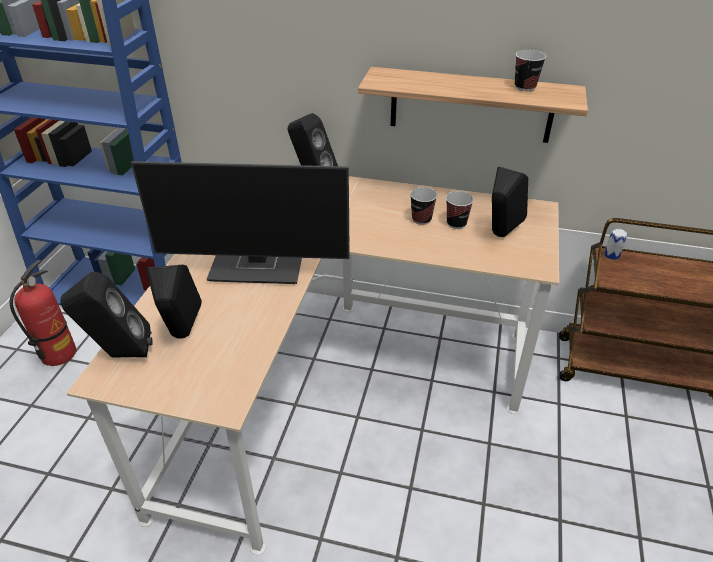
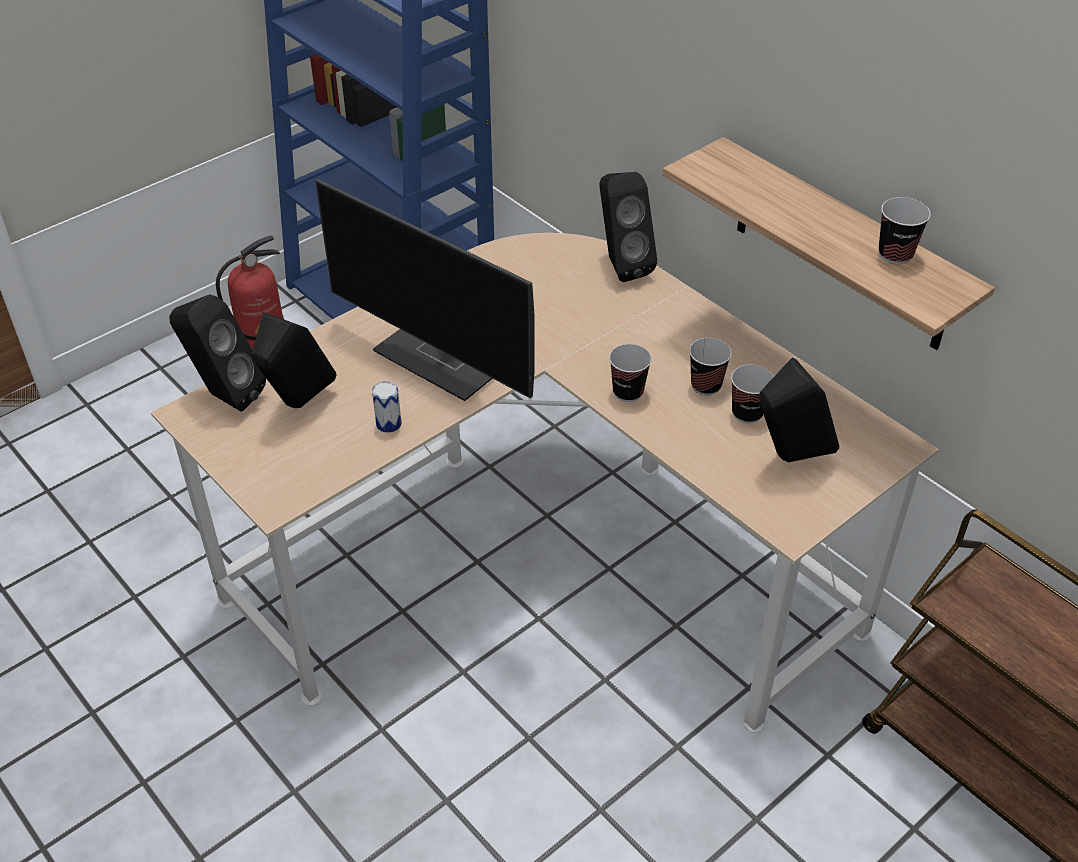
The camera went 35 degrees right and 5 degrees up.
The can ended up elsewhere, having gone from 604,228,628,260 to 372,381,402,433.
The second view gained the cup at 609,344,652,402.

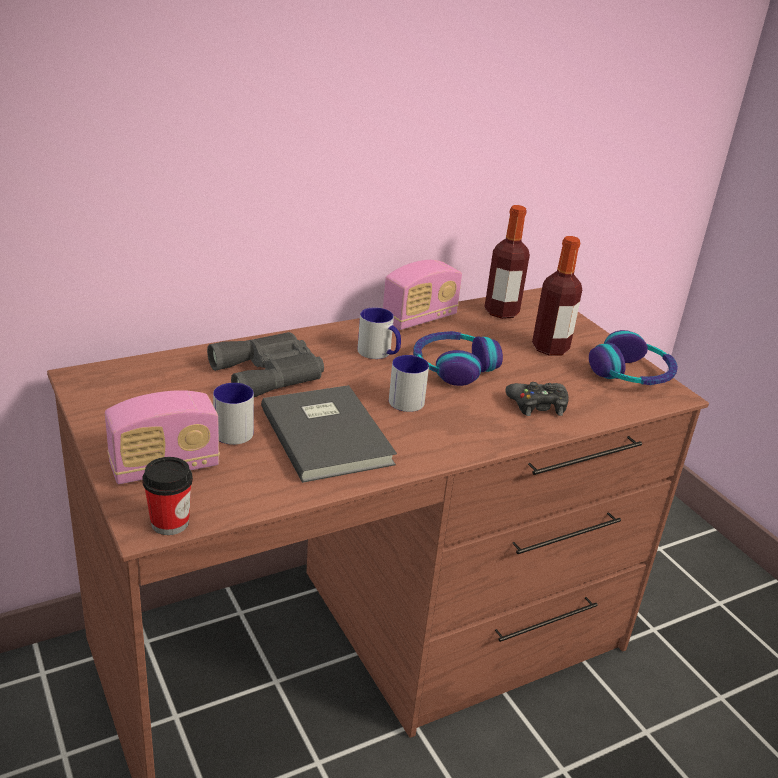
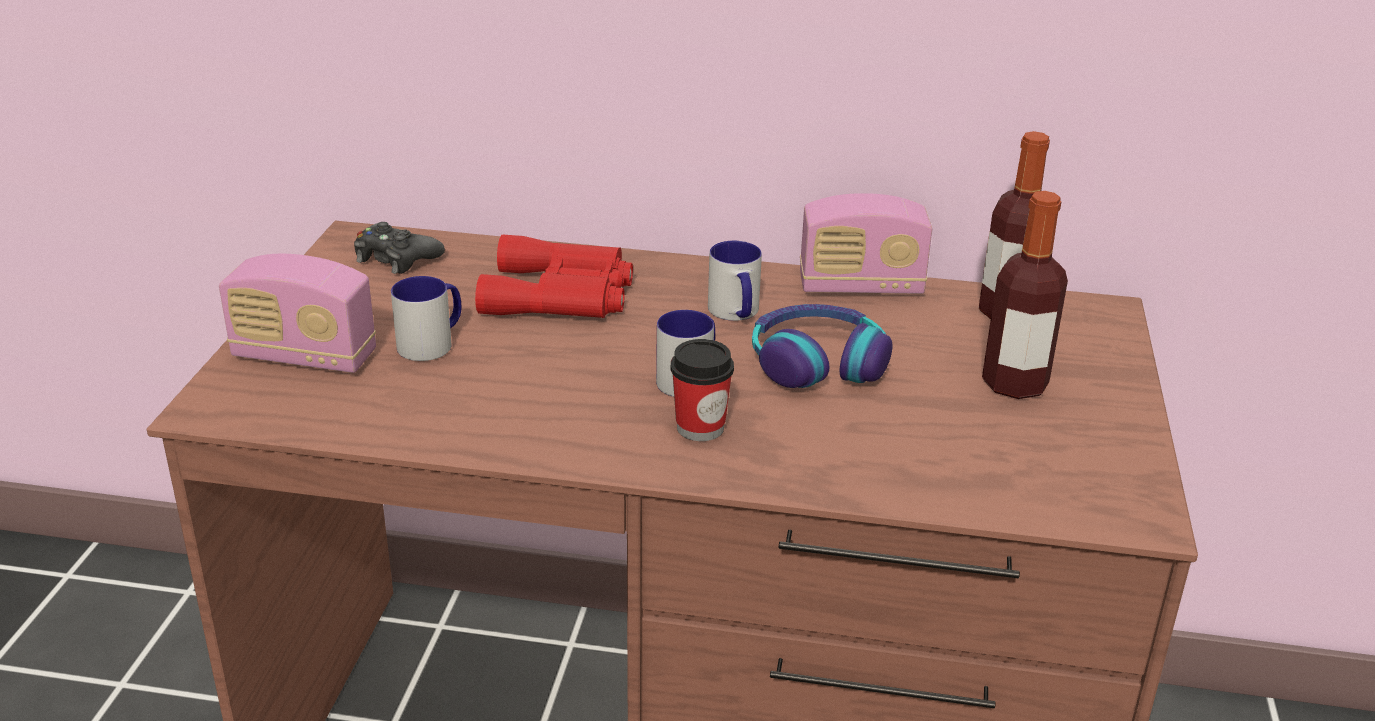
The camera went 40 degrees right and 0 degrees up.
The game controller/black ended up elsewhere, having gone from 505,382,569,416 to 354,222,445,274.
What was the binoculars/grey at 207,332,324,397 turned into the binoculars/red at 475,235,633,318.
The cup ended up elsewhere, having gone from 142,457,193,535 to 671,339,734,441.
The second view lost the book/grey at 261,385,397,483.
The second view lost the headphones at 589,330,678,385.

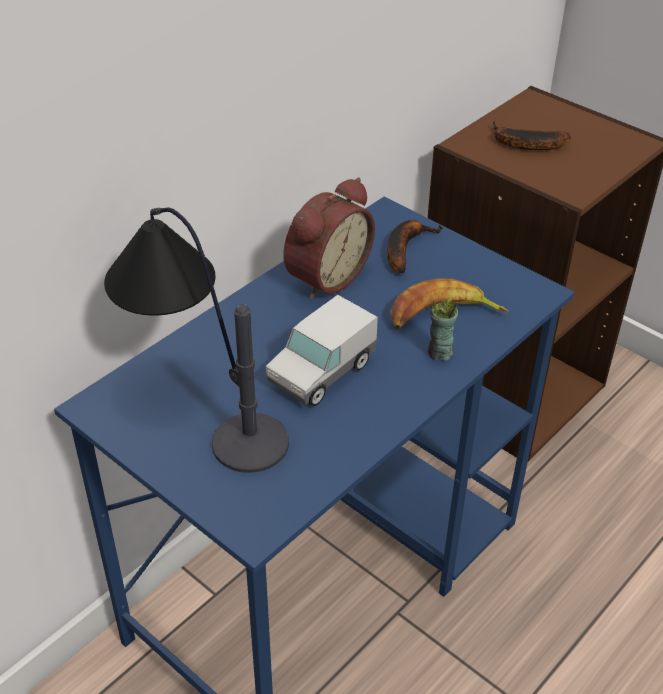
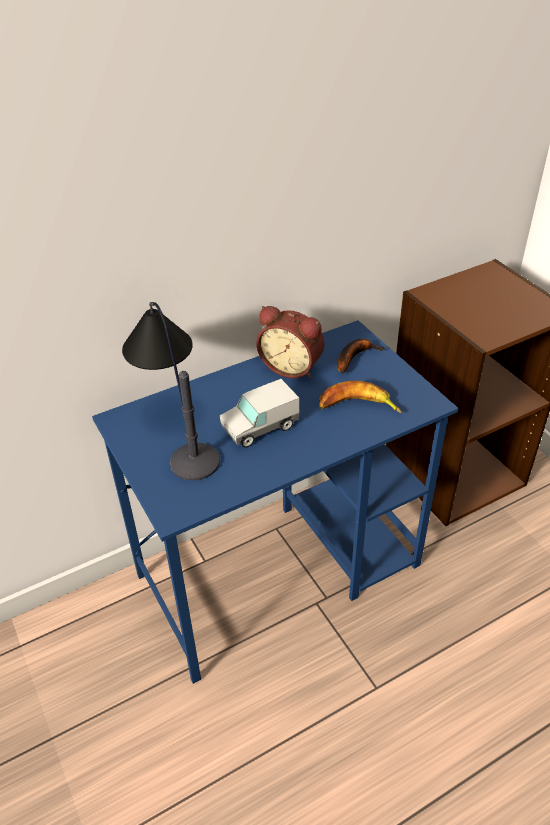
The camera went 20 degrees right and 0 degrees up.
The alarm clock at 283,177,375,300 ended up facing another way, 60 degrees clockwise from before.
The second view lost the cup at 428,298,458,361.
The second view lost the banana at 493,121,571,150.

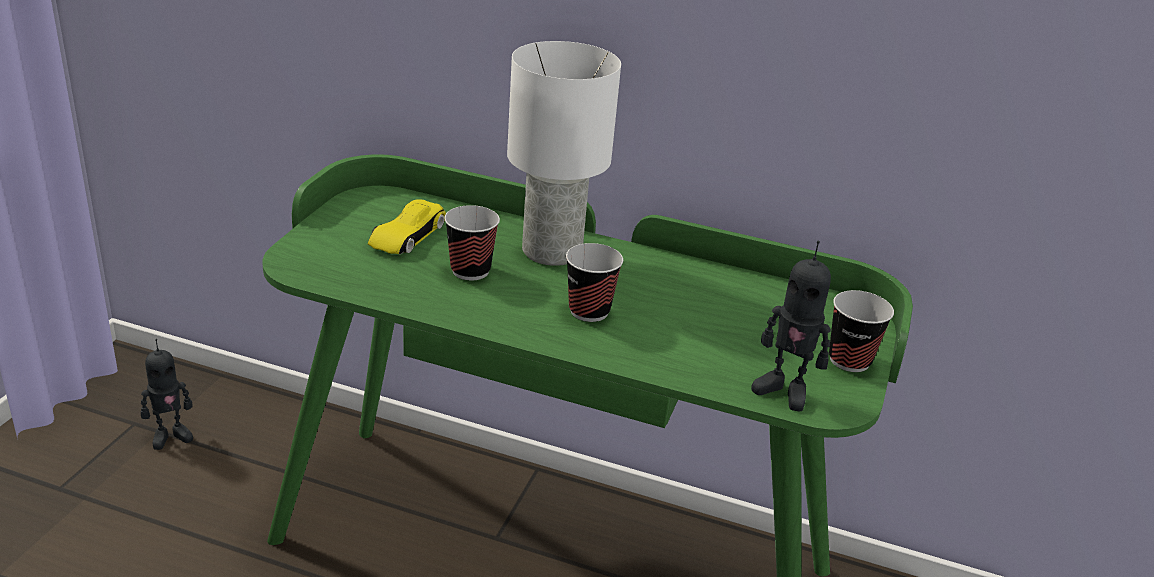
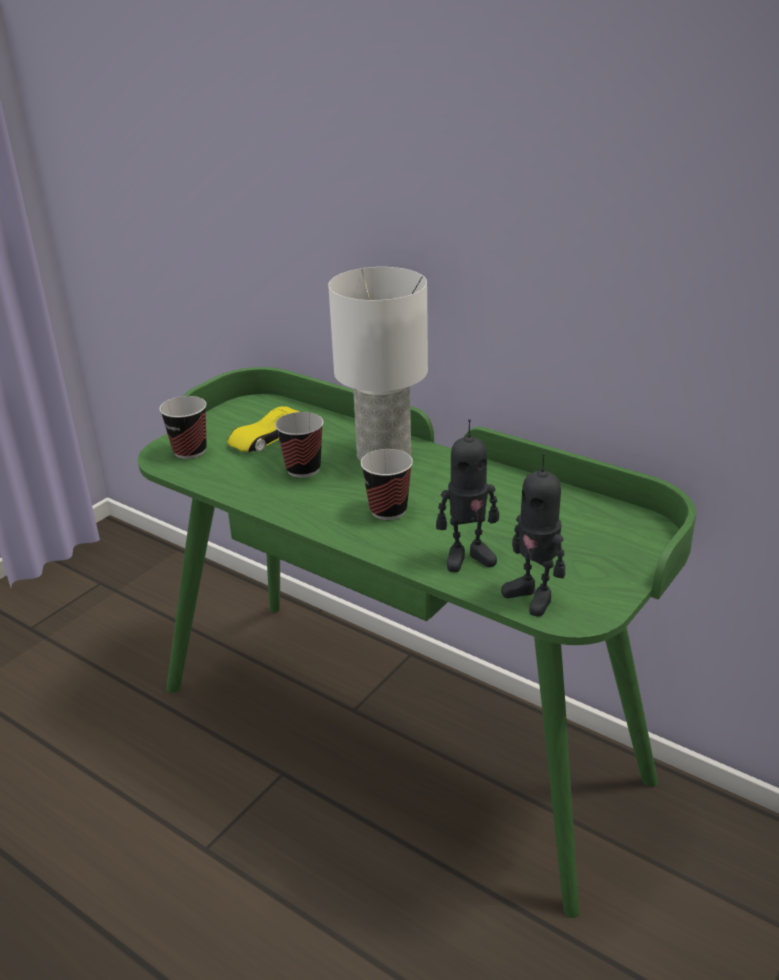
The camera went 20 degrees right and 0 degrees up.
The cup ended up elsewhere, having gone from 829,290,894,372 to 159,396,207,459.
The toy robot ended up elsewhere, having gone from 141,339,193,450 to 436,419,499,572.

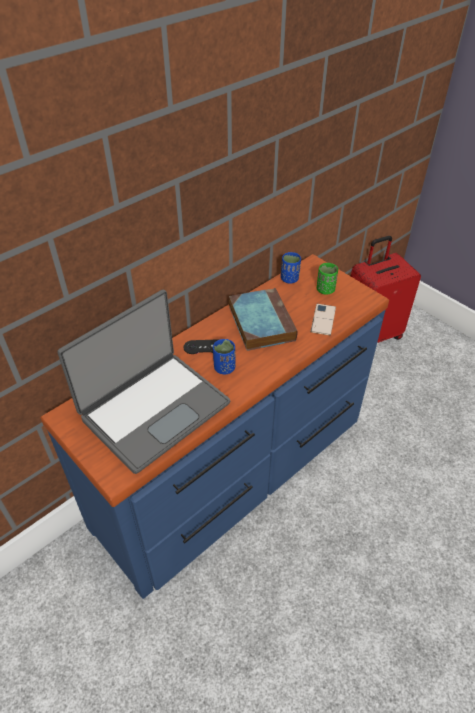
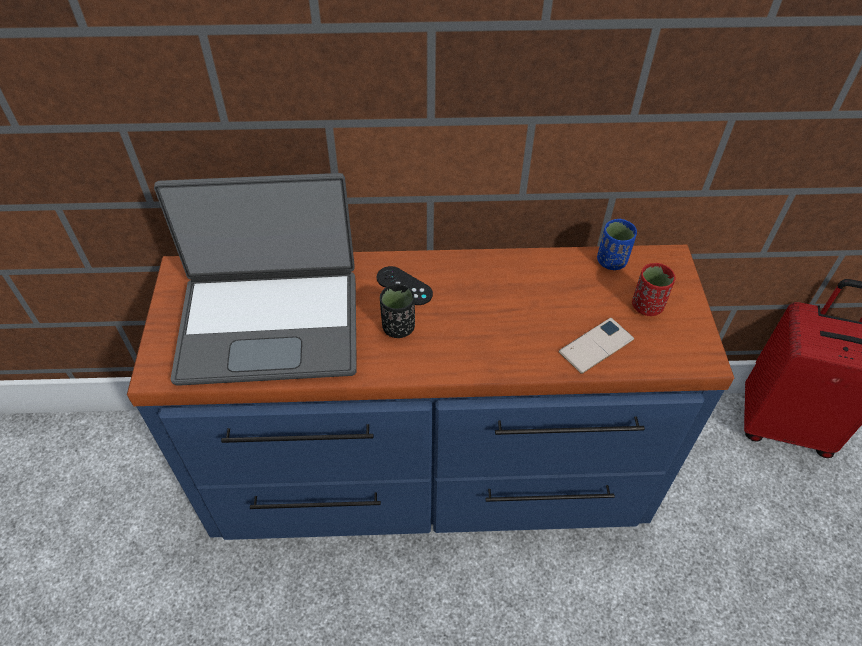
The camera went 40 degrees right and 5 degrees up.
What was the cup/blue at 213,339,235,374 turned into the cup/black at 380,284,415,338.
What was the cup/green at 317,263,338,295 turned into the cup/red at 632,263,675,316.
The second view lost the book at 229,288,298,351.

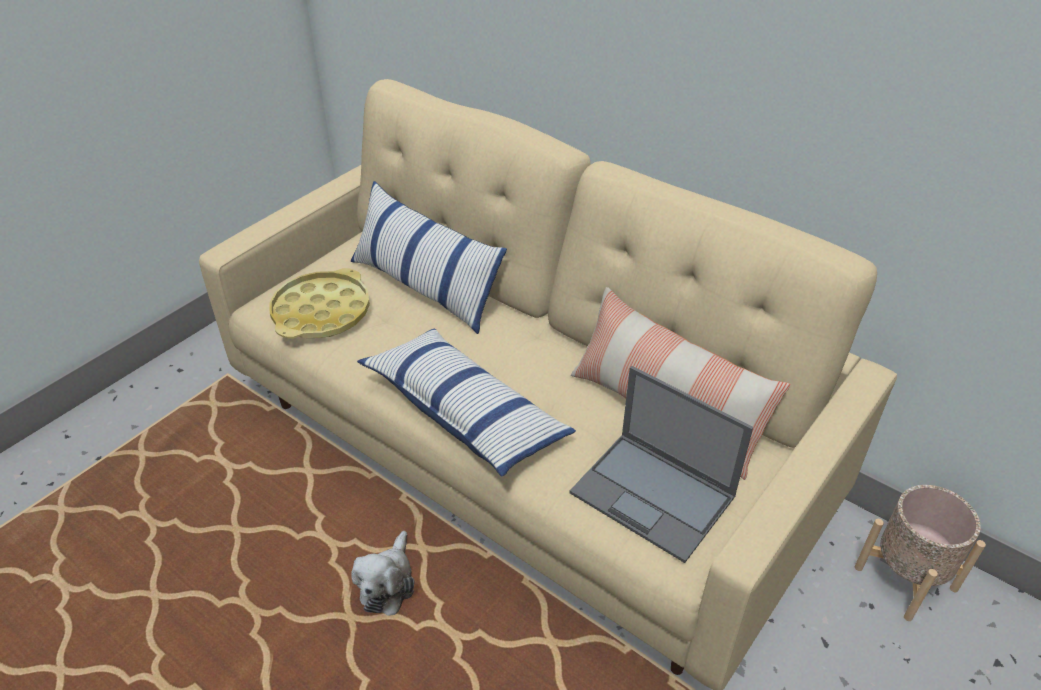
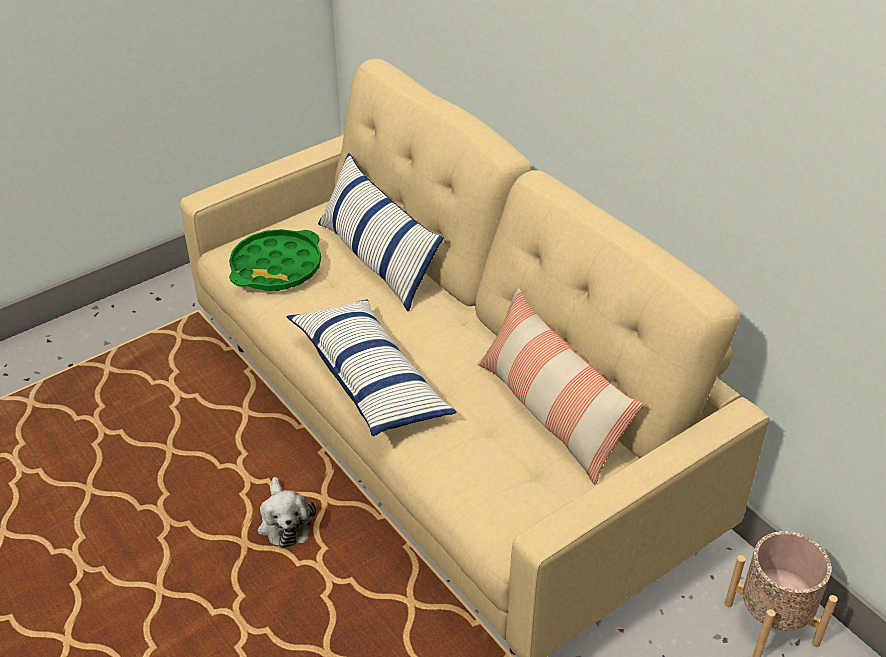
The camera went 15 degrees right and 0 degrees up.
What was the tray/yellow at 269,268,370,339 turned into the tray/green at 229,229,321,291.
The plush toy at 351,531,415,616 ended up facing another way, 45 degrees counterclockwise from before.
The second view lost the laptop at 569,366,753,563.

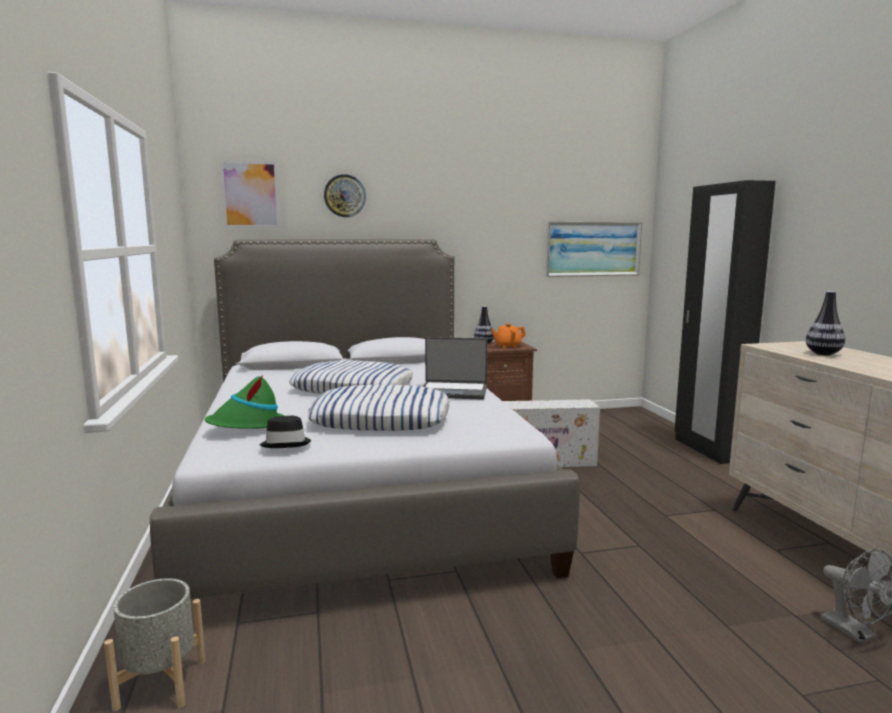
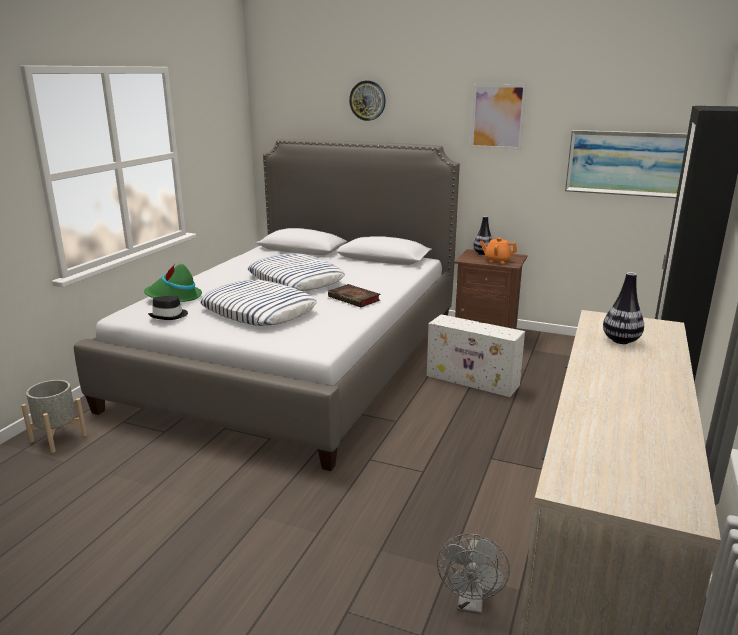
The camera went 35 degrees right and 10 degrees up.
Where the laptop stood at 423,337,487,399, the book came to stand at 328,284,381,307.
The picture ended up elsewhere, having gone from 219,160,280,228 to 470,84,527,150.

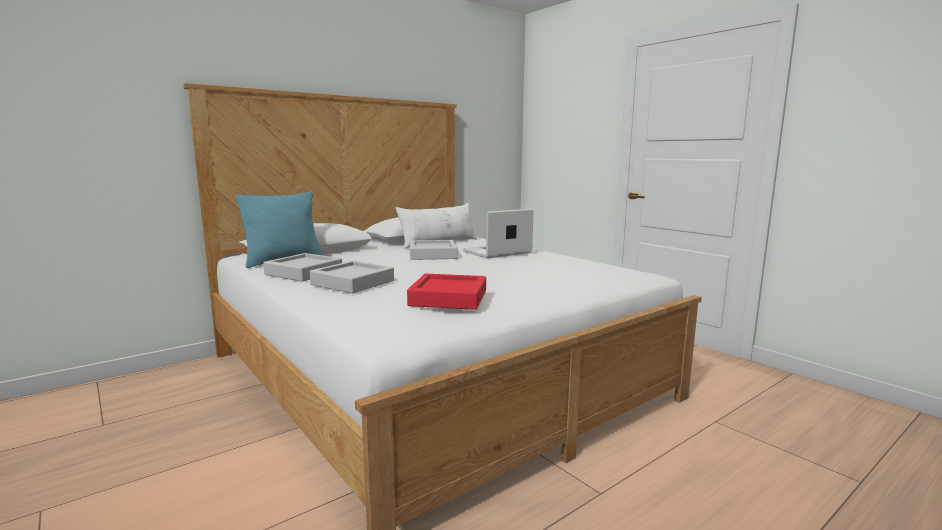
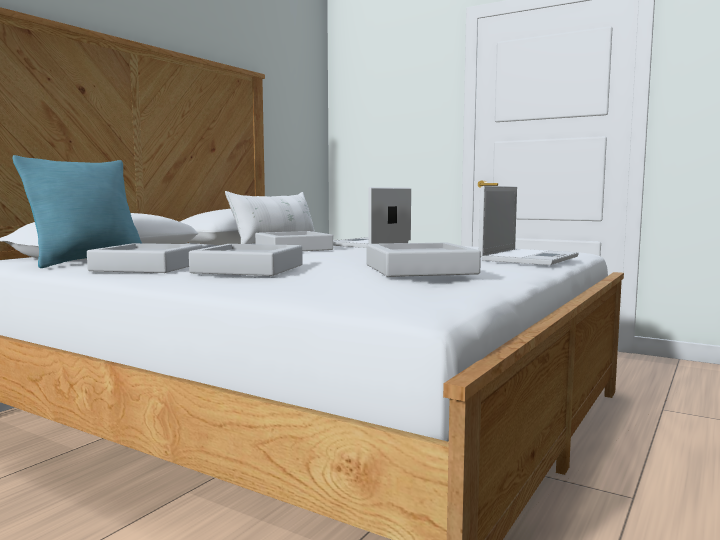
The camera went 20 degrees left and 5 degrees down.
What was the tray/red at 407,274,486,310 turned into the tray/grey at 367,243,481,277.
The second view gained the laptop at 479,186,579,265.

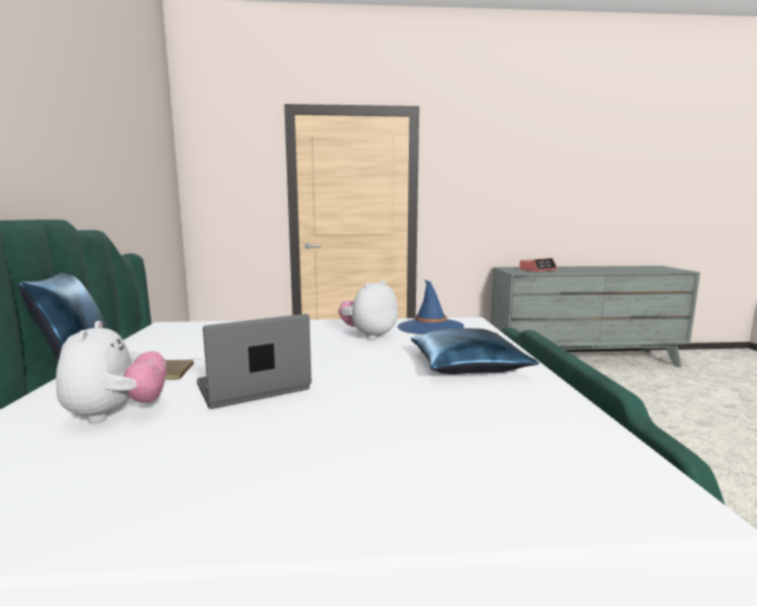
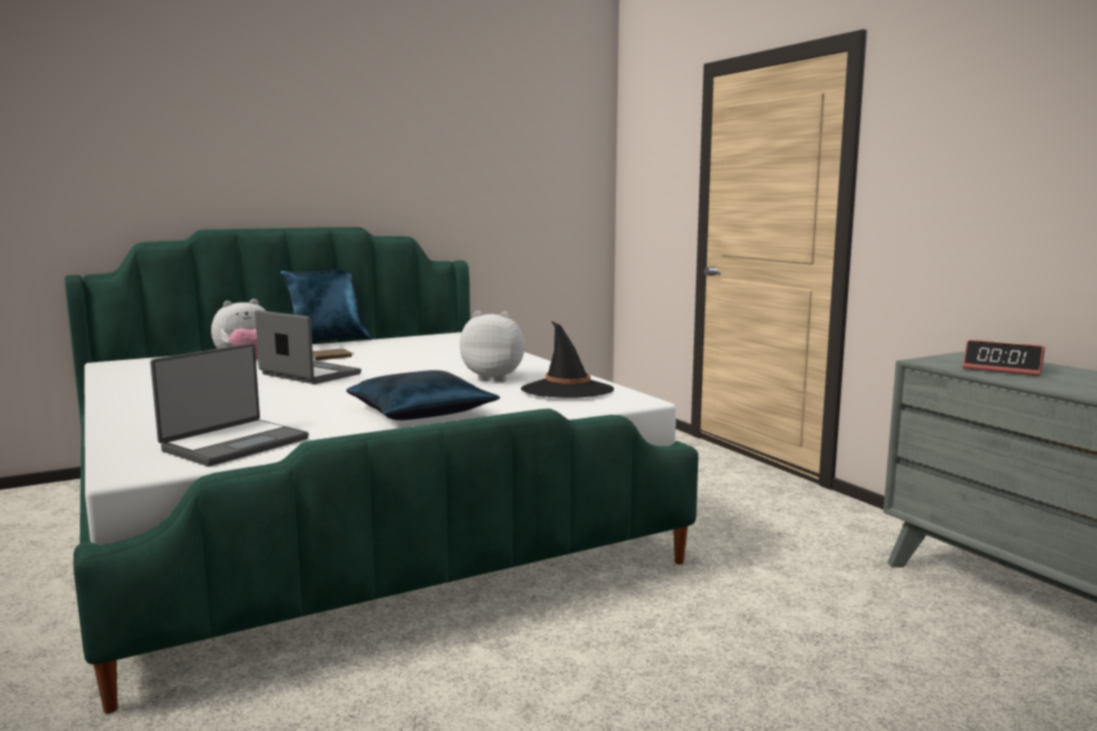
The camera went 65 degrees right and 0 degrees up.
The second view gained the laptop at 150,343,309,466.
What was the hat/blue at 397,280,464,334 turned into the hat/black at 521,321,614,398.

